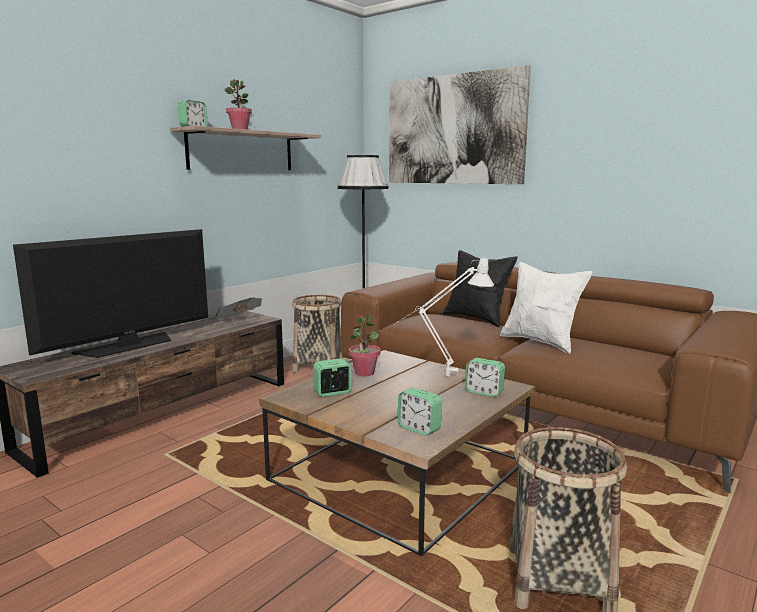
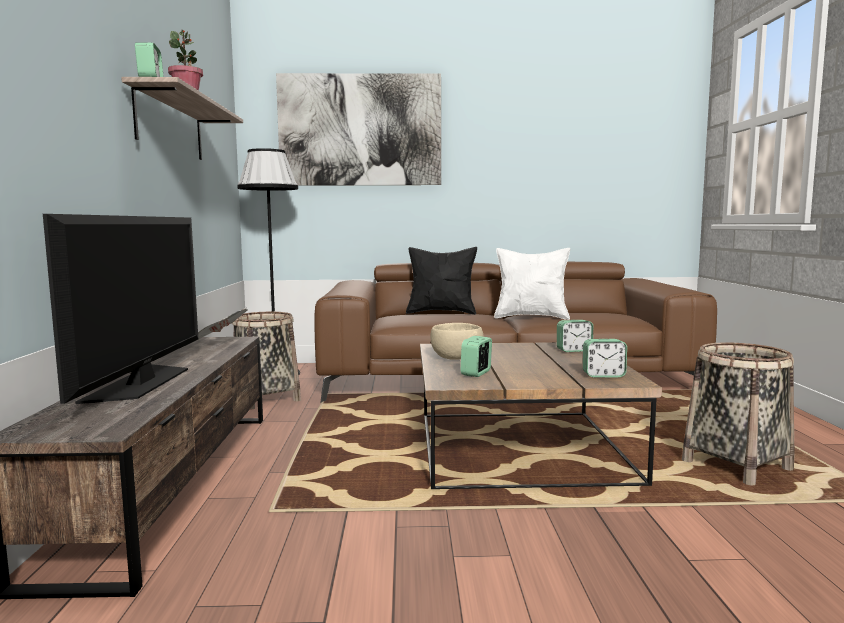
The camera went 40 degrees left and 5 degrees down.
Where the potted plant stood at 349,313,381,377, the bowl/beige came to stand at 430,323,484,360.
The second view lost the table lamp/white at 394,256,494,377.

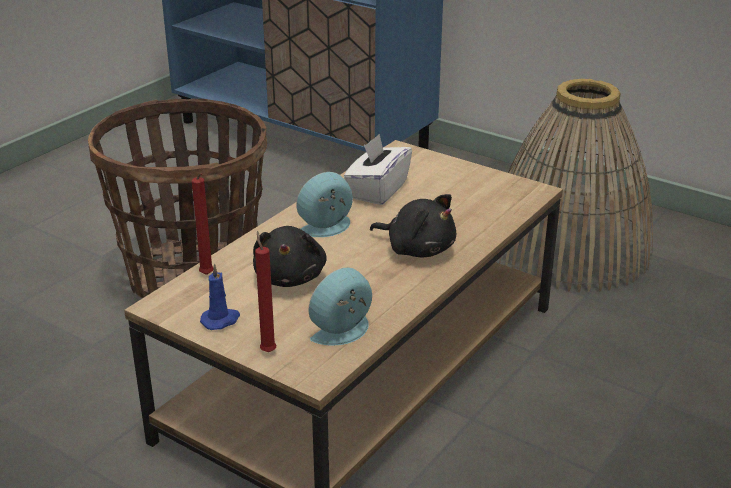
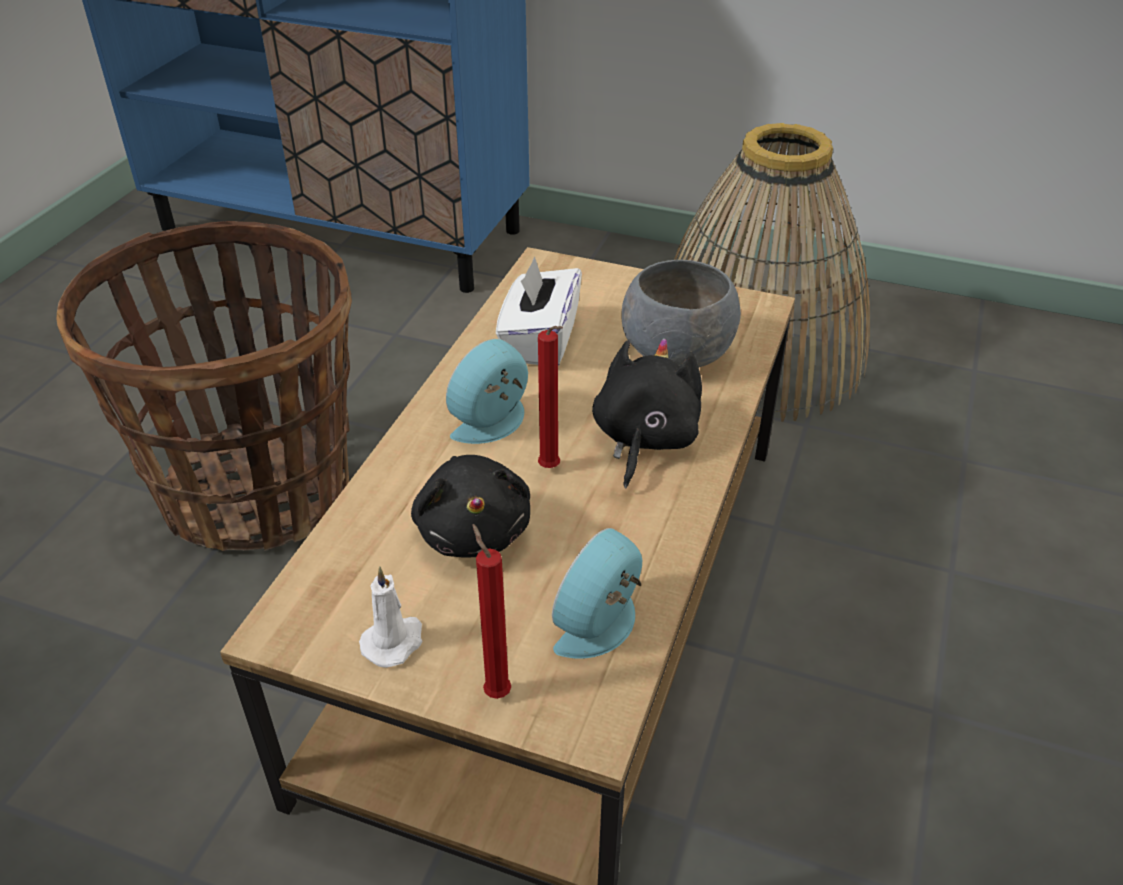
The camera went 15 degrees left and 10 degrees up.
What was the candle/blue at 200,263,240,330 turned into the candle/white at 359,567,422,668.
The candle/red ended up elsewhere, having gone from 192,173,213,275 to 538,326,563,468.
The plush toy/black at 370,194,456,257 ended up facing another way, 90 degrees counterclockwise from before.
The second view gained the bowl/grey at 621,260,741,367.

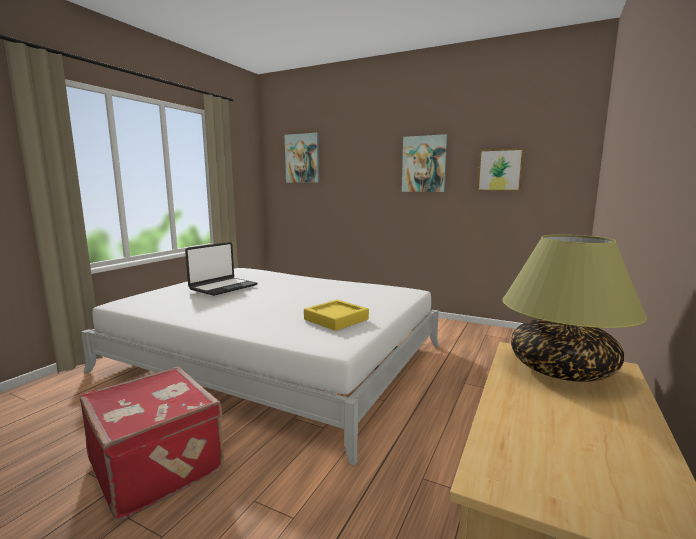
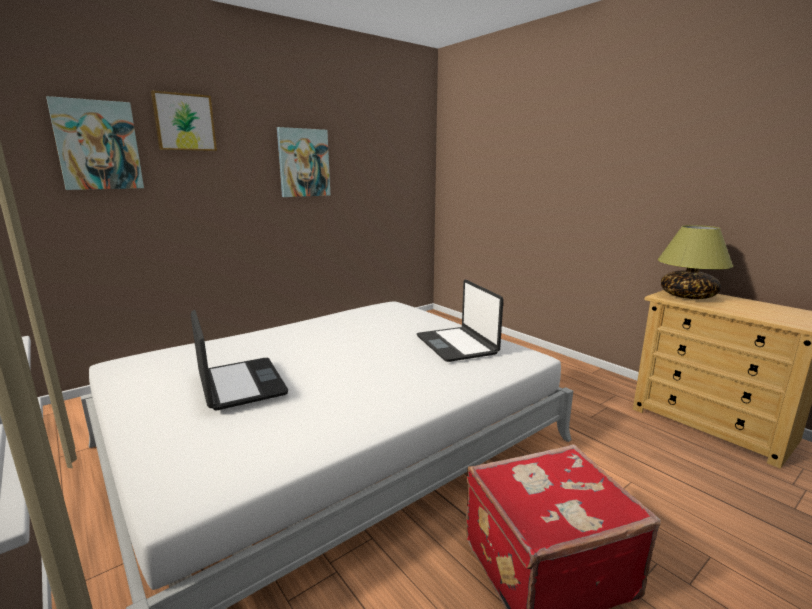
The camera went 65 degrees left and 5 degrees up.
The picture ended up elsewhere, having gone from 477,148,524,191 to 151,91,217,151.
Where the tray/yellow stood at 304,300,369,331, the laptop came to stand at 417,279,503,362.

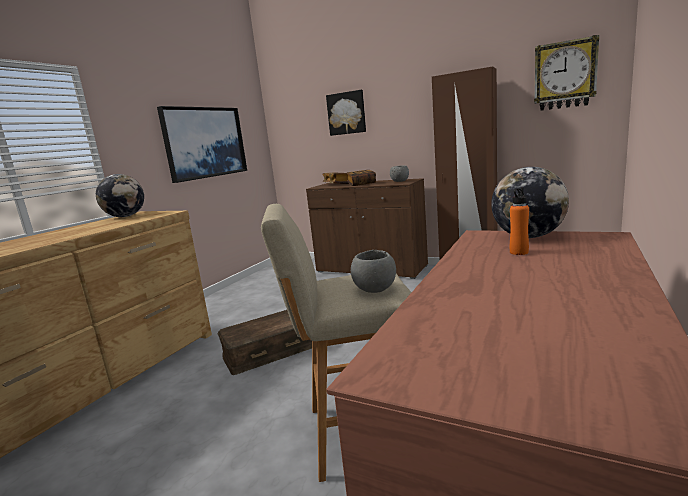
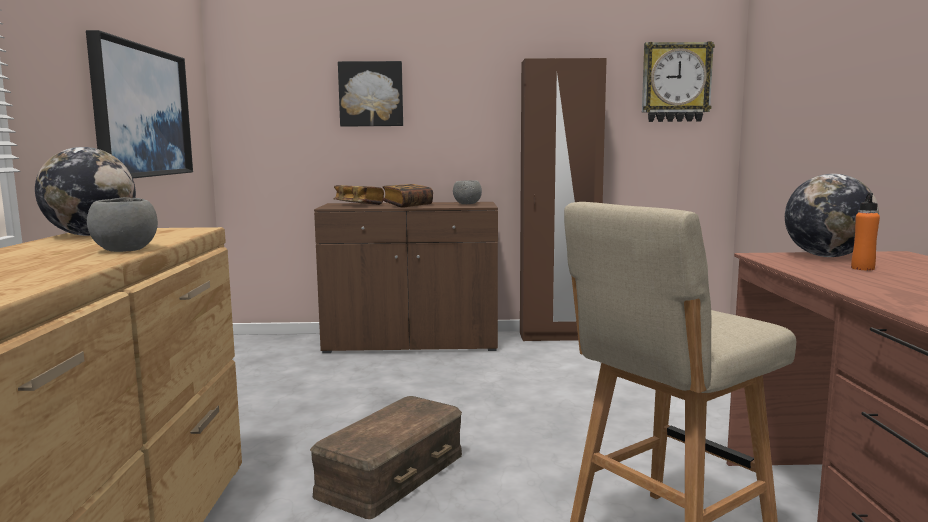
The camera went 30 degrees left and 5 degrees down.
The bowl/grey ended up elsewhere, having gone from 351,250,396,293 to 87,197,158,252.

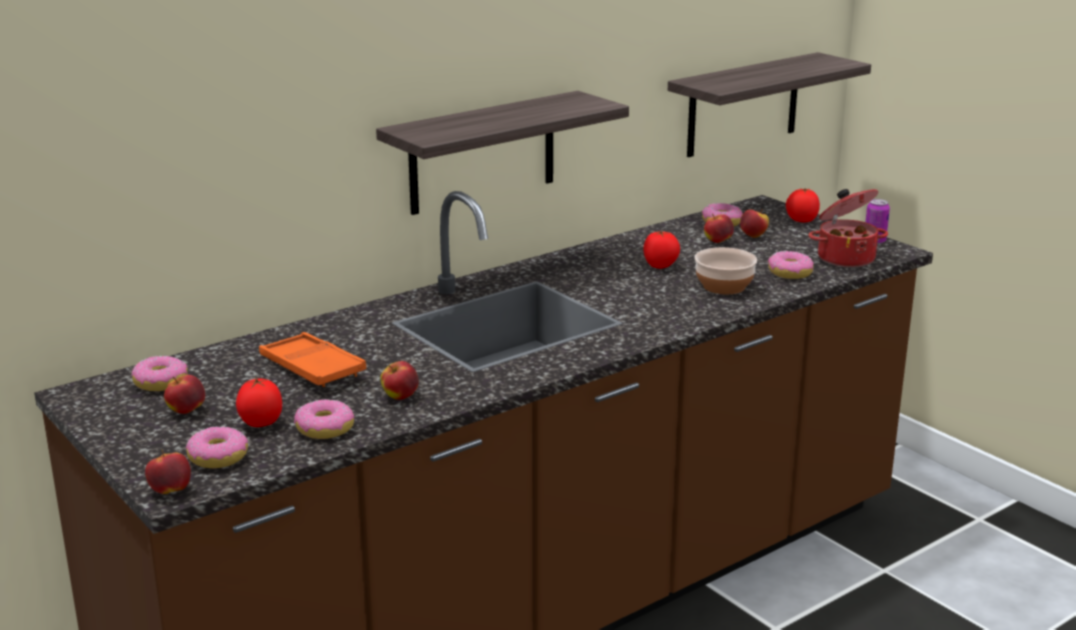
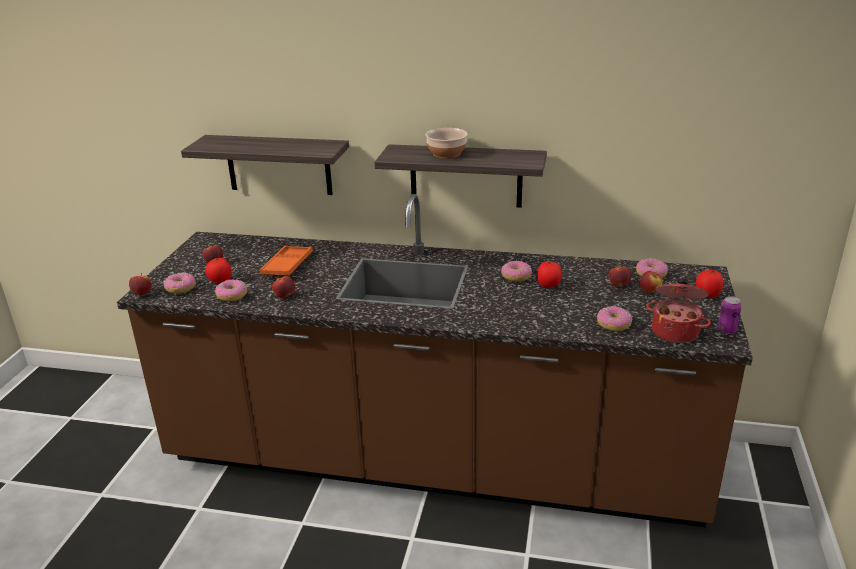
The camera went 50 degrees right and 5 degrees up.
The shelf ended up elsewhere, having gone from 668,52,871,157 to 181,135,349,195.
The bowl ended up elsewhere, having gone from 694,247,757,294 to 426,128,468,158.
The donut ended up elsewhere, having gone from 132,356,188,391 to 501,261,532,282.

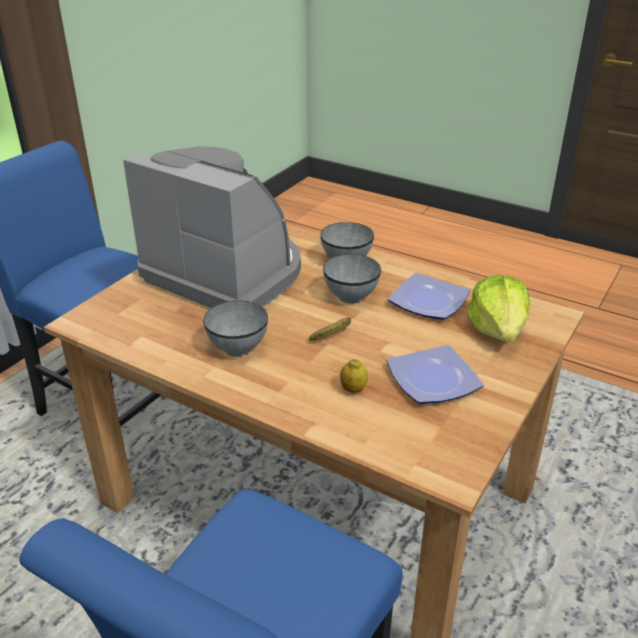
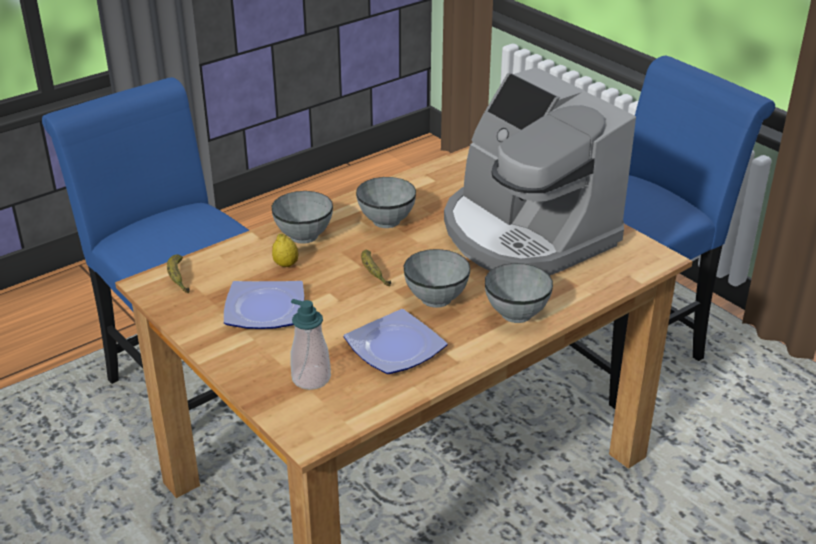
The camera went 110 degrees right and 0 degrees up.
The second view gained the banana at 167,254,190,293.
The second view gained the bowl/grey at 272,191,333,244.
Where the lettuce stood at 468,275,530,342, the soap dispenser came to stand at 291,299,331,390.
The coffee machine at 123,146,301,308 ended up facing another way, 90 degrees clockwise from before.

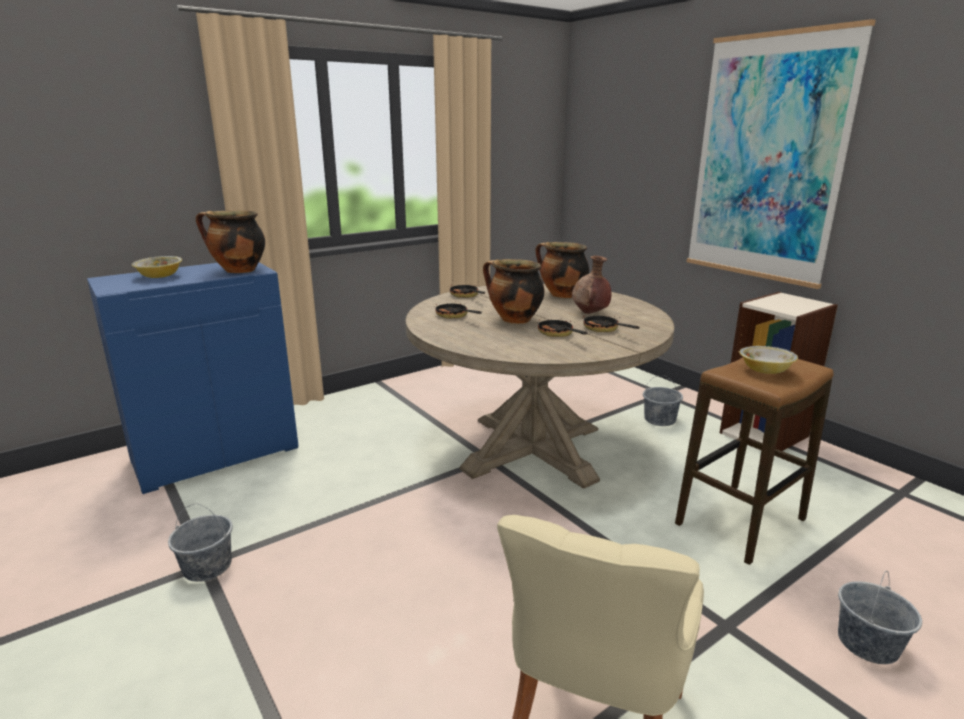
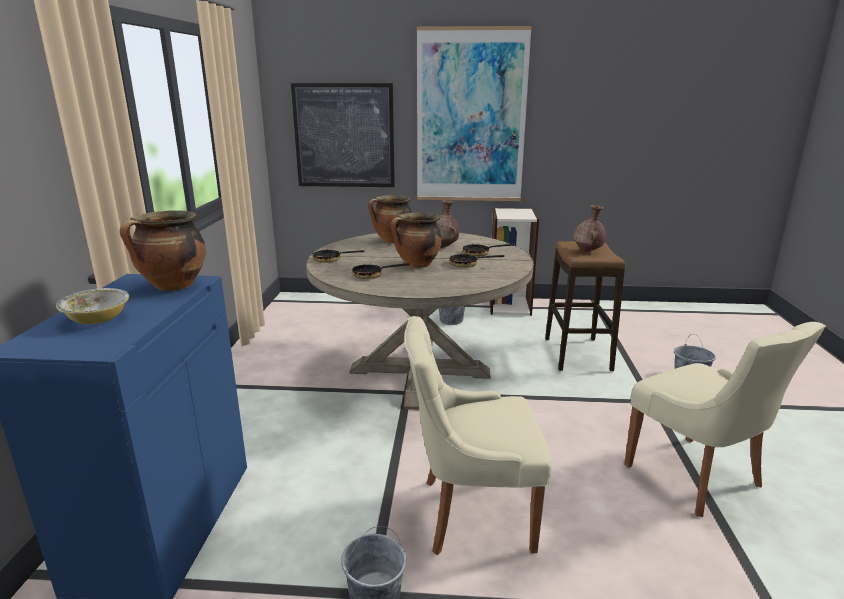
The camera went 50 degrees left and 0 degrees up.
The second view gained the picture at 291,83,395,187.
The second view gained the chair/beige at 404,316,552,555.
Where the bowl stood at 739,346,798,374, the vase/brown came to stand at 573,205,606,252.

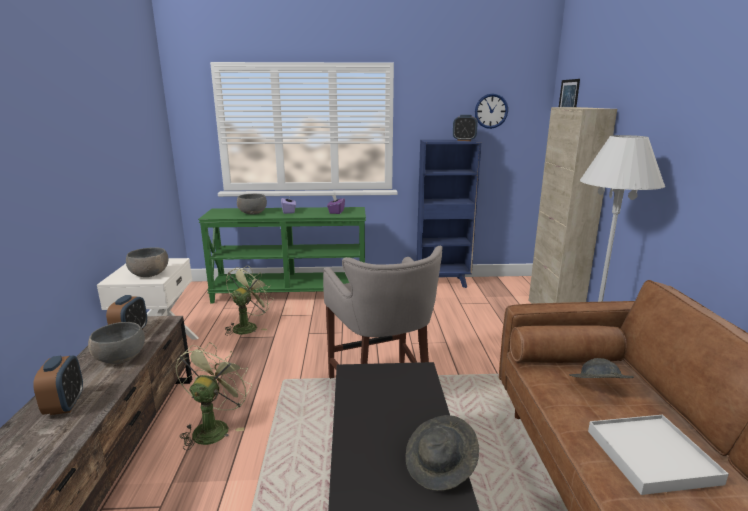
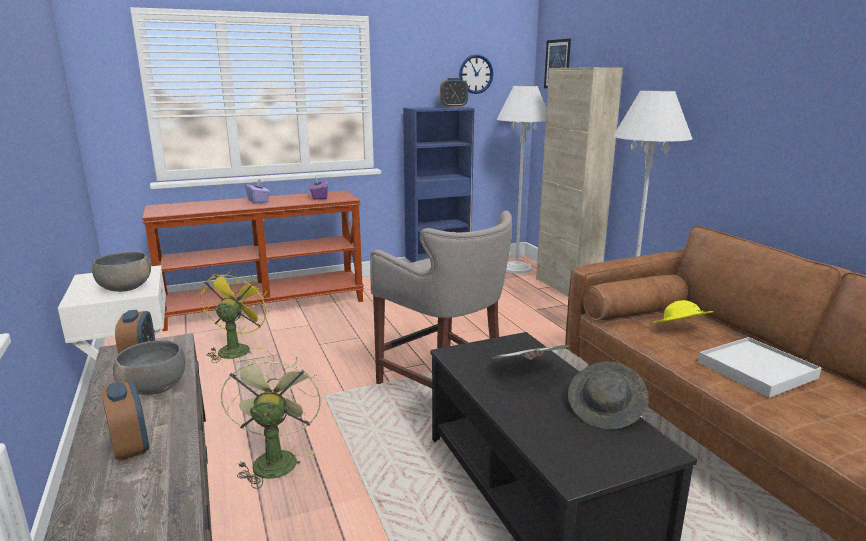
The camera went 20 degrees left and 0 degrees up.
What was the console table/green at 198,207,366,304 turned into the console table/brown at 142,190,364,331.
What was the fan/green at 225,265,274,336 turned into the fan/yellow at 200,269,270,363.
The second view gained the newspaper at 493,345,570,360.
The second view gained the floor lamp/white at 497,86,547,274.
What was the hat/grey at 569,358,634,378 turned into the hat/yellow at 653,300,713,323.
The second view lost the bowl/grey at 237,194,267,215.

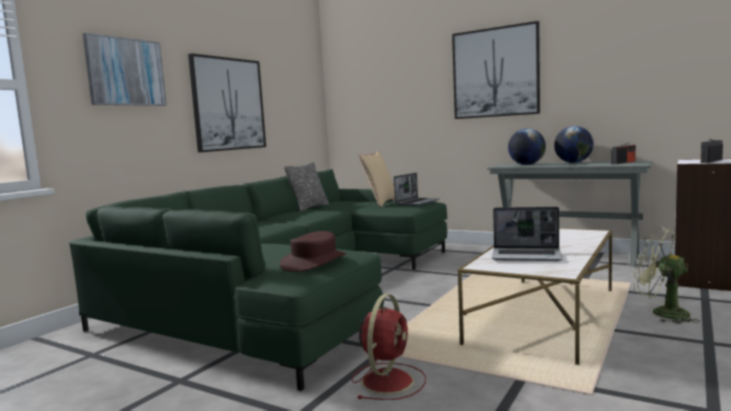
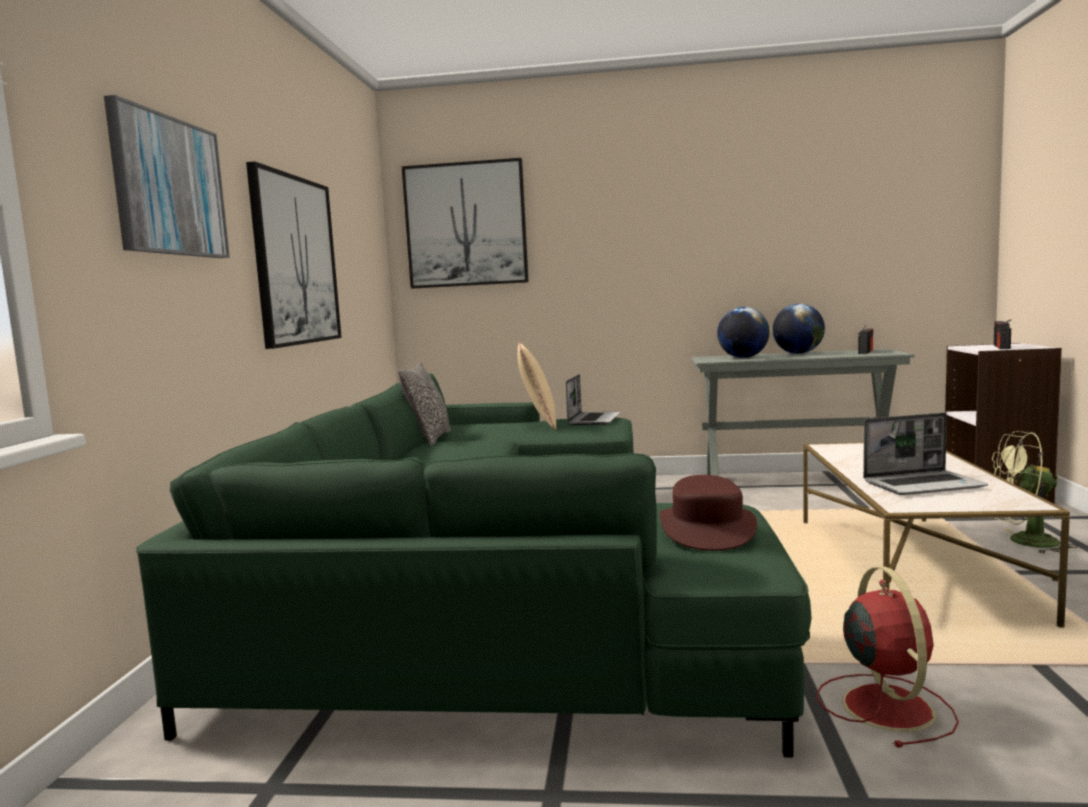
The camera went 25 degrees left and 0 degrees up.
The picture ended up elsewhere, having gone from 452,21,540,119 to 402,158,529,289.

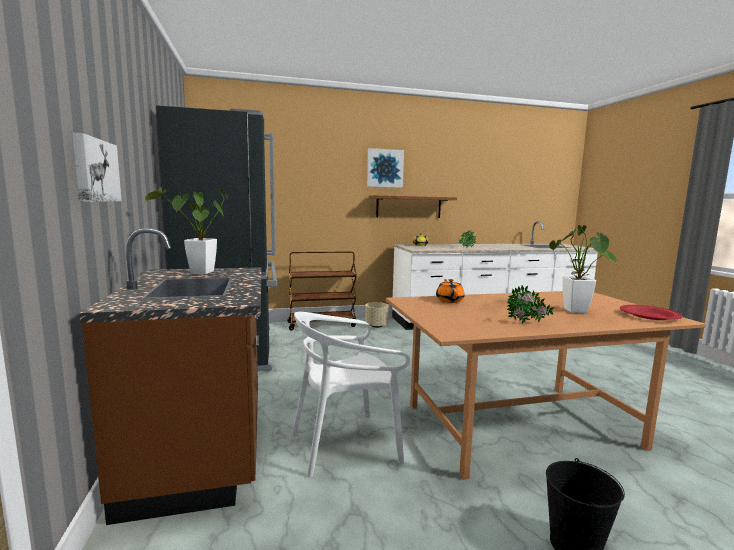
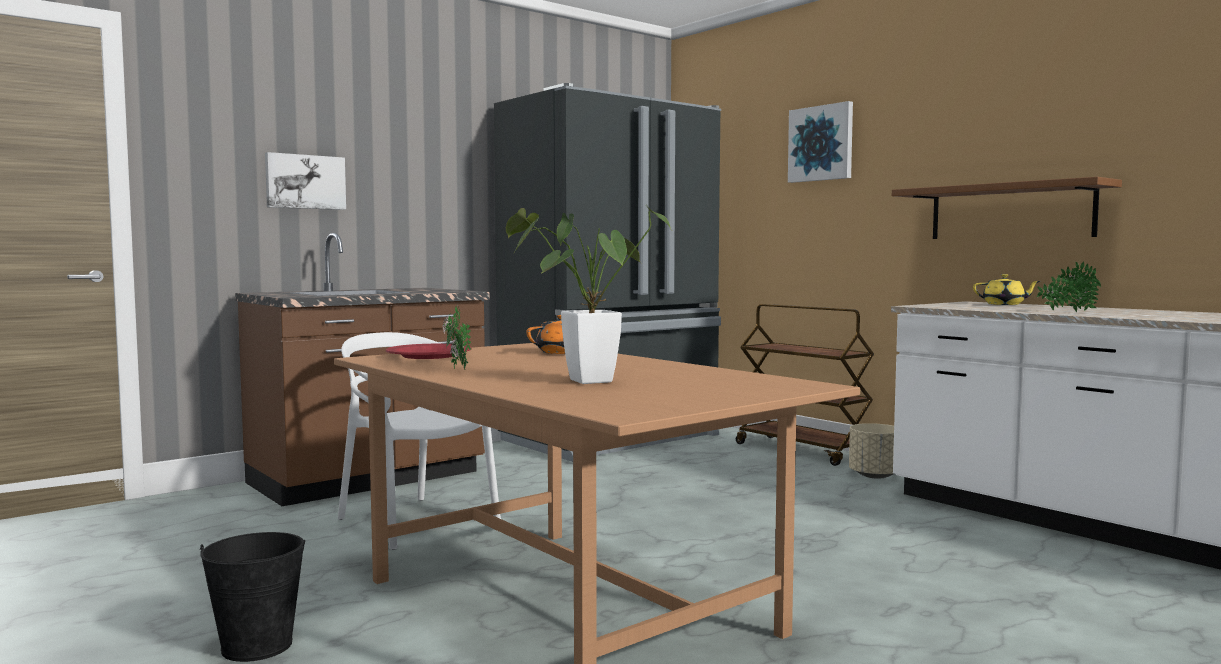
The camera went 65 degrees right and 5 degrees down.
The plate/red ended up elsewhere, having gone from 620,305,683,320 to 386,344,472,359.
The picture ended up elsewhere, having gone from 367,148,404,188 to 788,101,853,183.
The second view lost the potted plant at 145,187,228,274.

